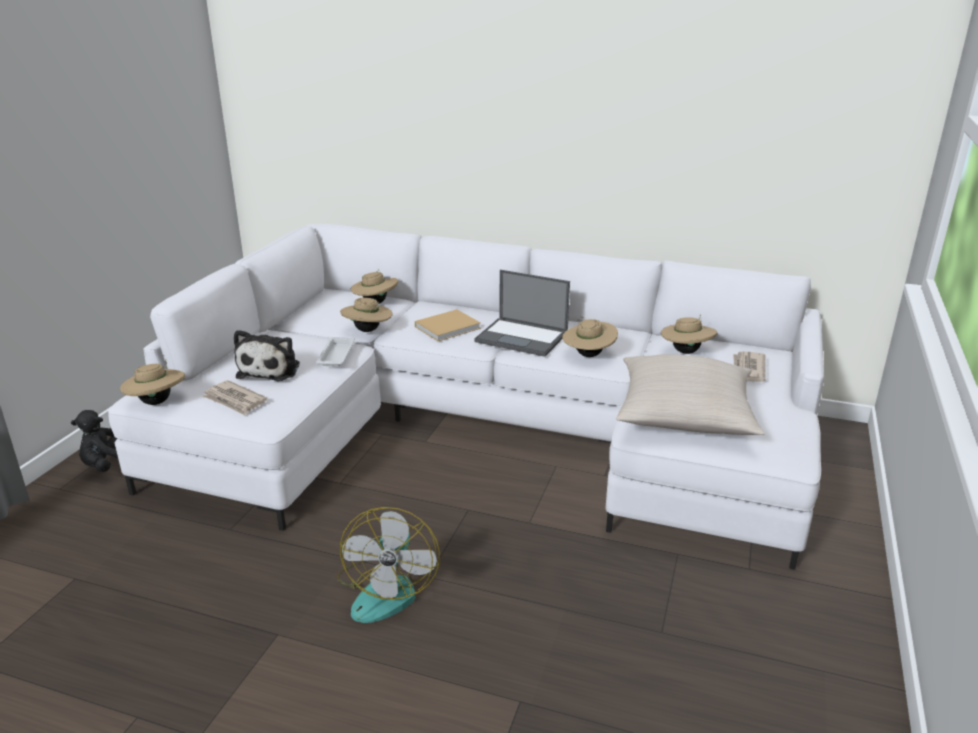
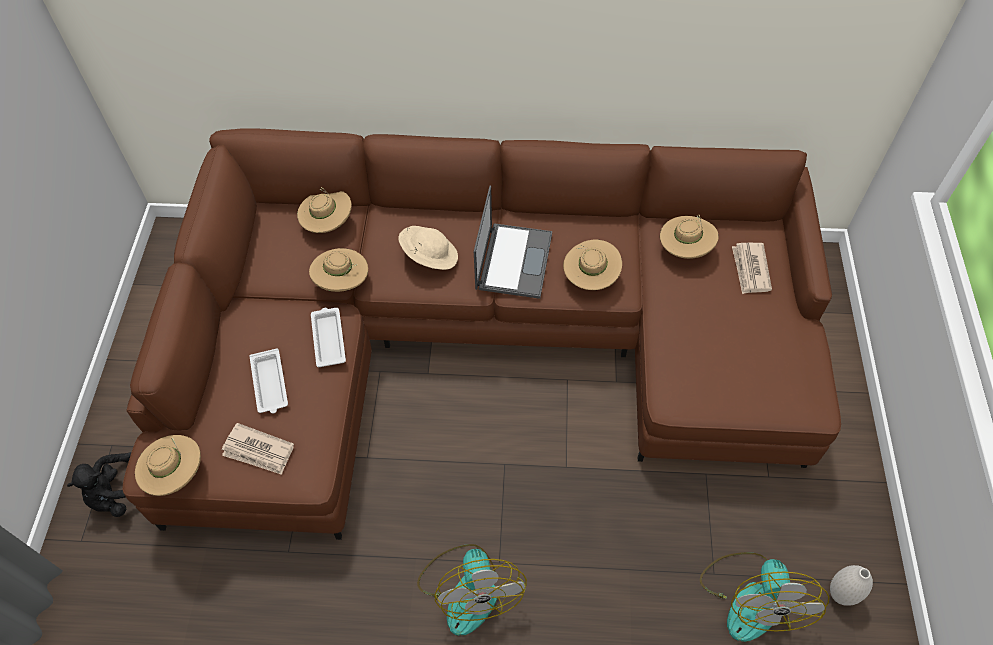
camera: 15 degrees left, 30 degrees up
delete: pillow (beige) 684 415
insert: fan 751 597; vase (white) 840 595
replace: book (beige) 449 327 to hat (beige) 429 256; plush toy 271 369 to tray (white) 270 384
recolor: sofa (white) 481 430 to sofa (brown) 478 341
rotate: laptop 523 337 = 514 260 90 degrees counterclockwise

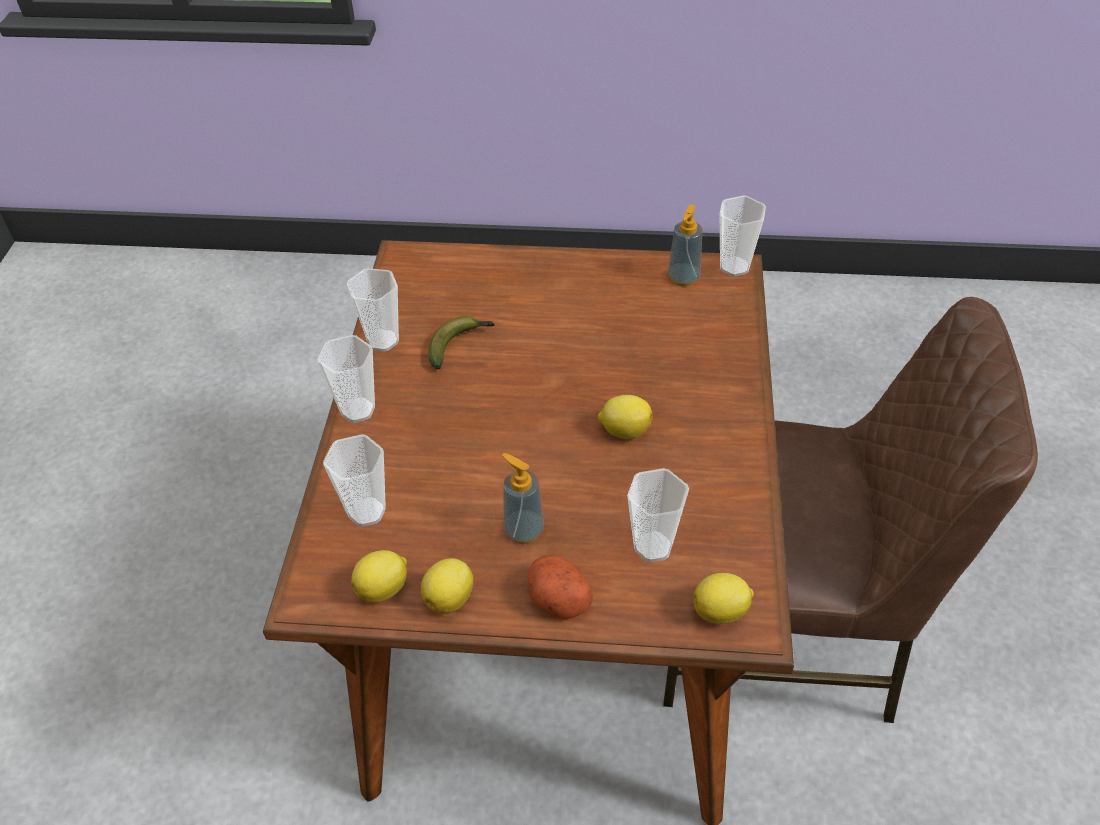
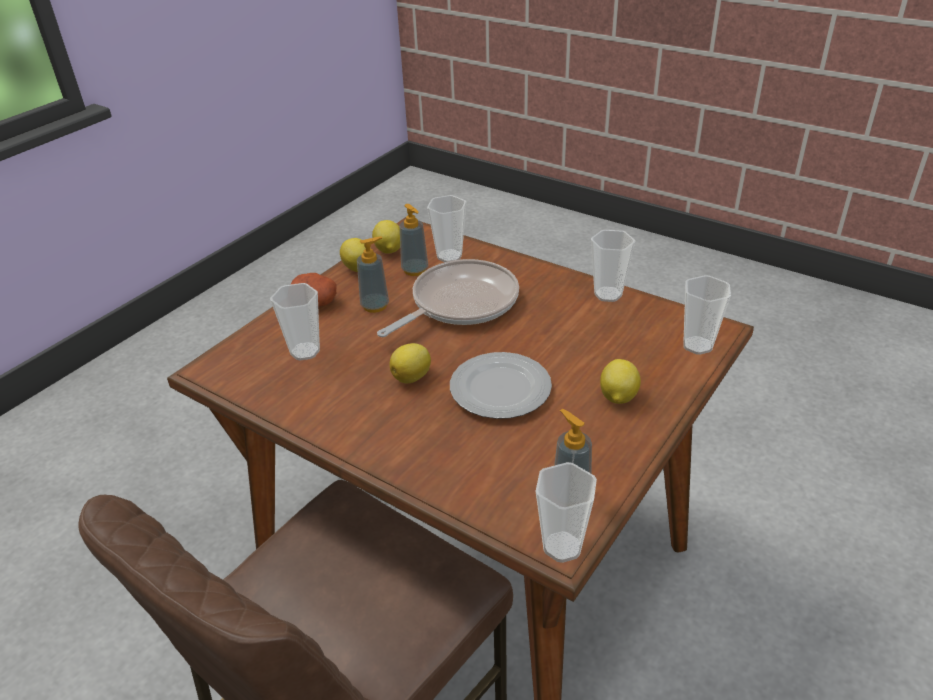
camera: 120 degrees right, 10 degrees down
delete: banana 459 345
insert: soap dispenser 415 270; frying pan 459 303; plate 501 390
move: cup 357 410 to 697 345; lemon 721 611 to 617 397

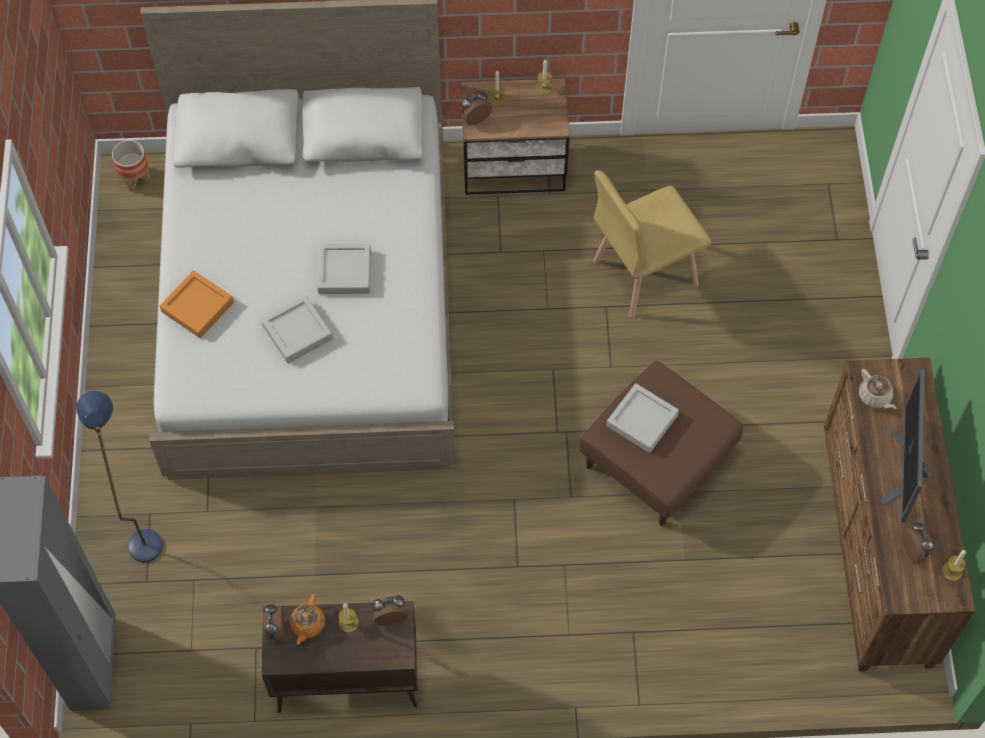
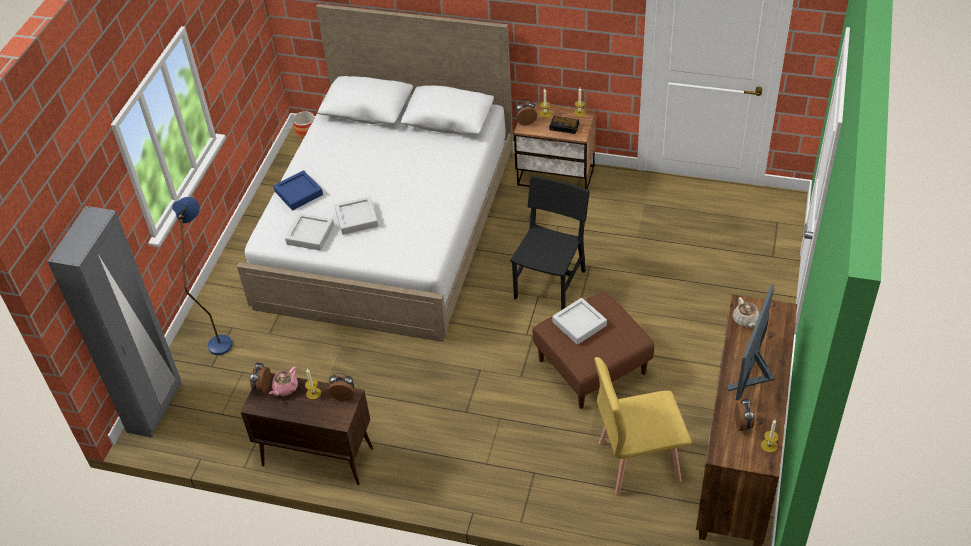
camera: 20 degrees right, 15 degrees down
insert: alarm clock 565 127; chair (black) 550 284
move: chair (yellow) 644 272 to 638 461; tray (grey) 344 272 to 310 235
recolor: tray (orange) 197 307 to tray (blue) 298 193; teapot (orange) 307 625 to teapot (pink) 285 388

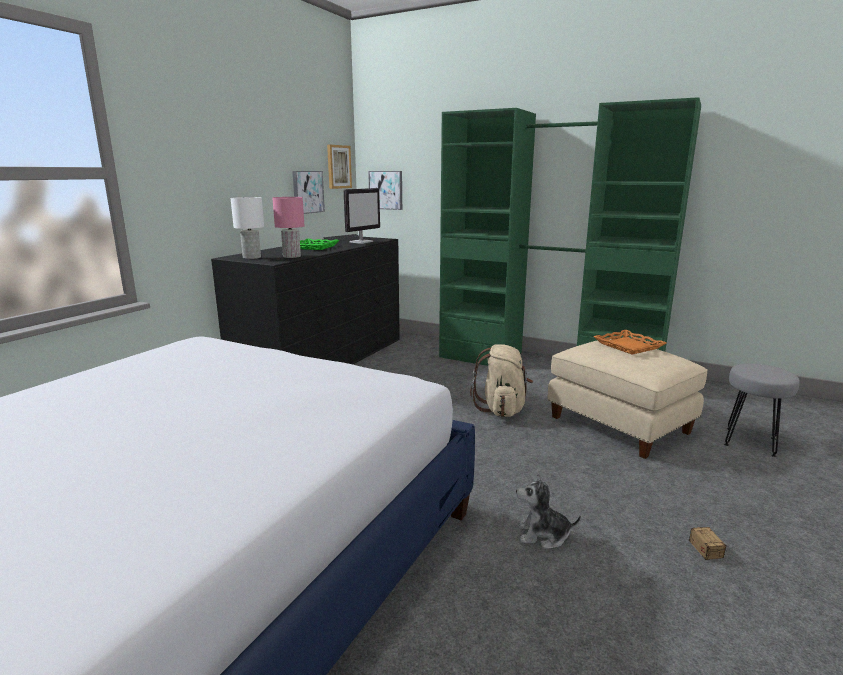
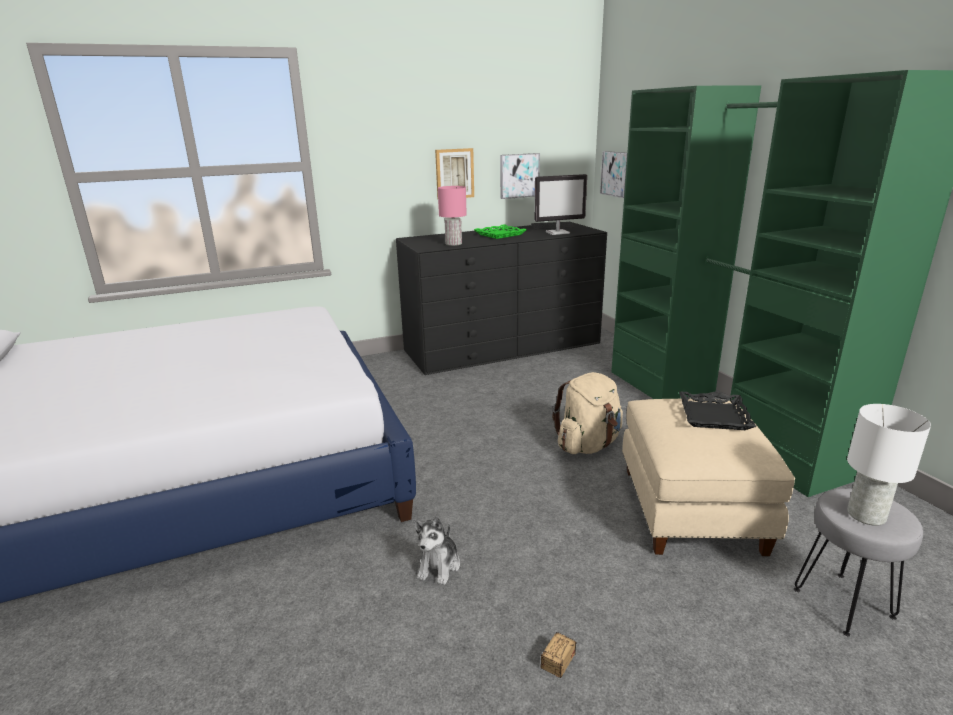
camera: 40 degrees right, 5 degrees up
move: picture 338 167 to 454 173; table lamp (white) 252 257 to 867 515
recolor: tray (orange) 628 346 to tray (black) 713 416
rotate: plush toy 543 535 = 439 566 120 degrees counterclockwise

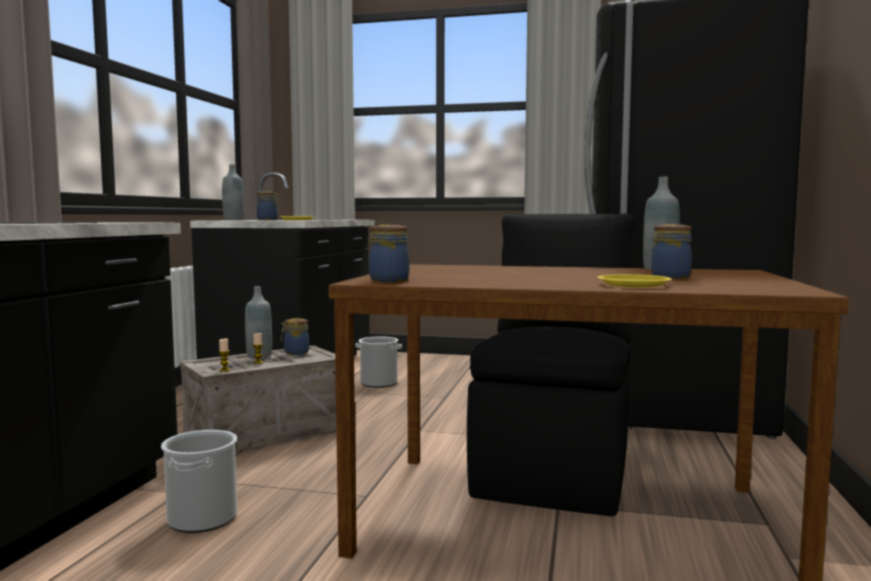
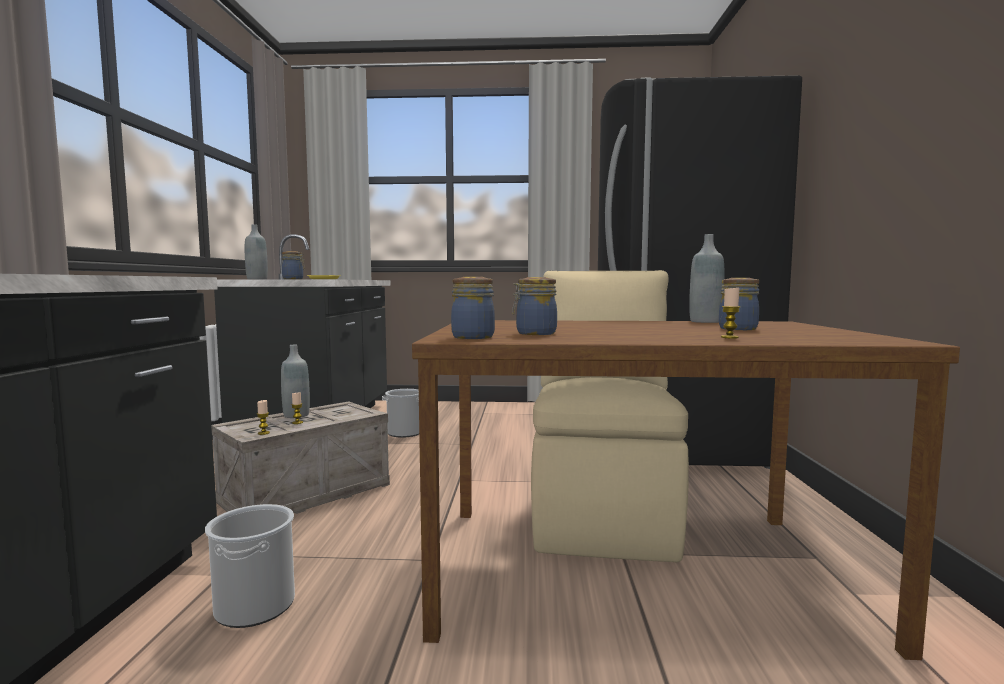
camera: 10 degrees left, 0 degrees up
move: jar 295 352 to 534 333
replace: plate (yellow) 634 285 to candle 729 337
recolor: chair (black) 555 471 to chair (beige) 603 515

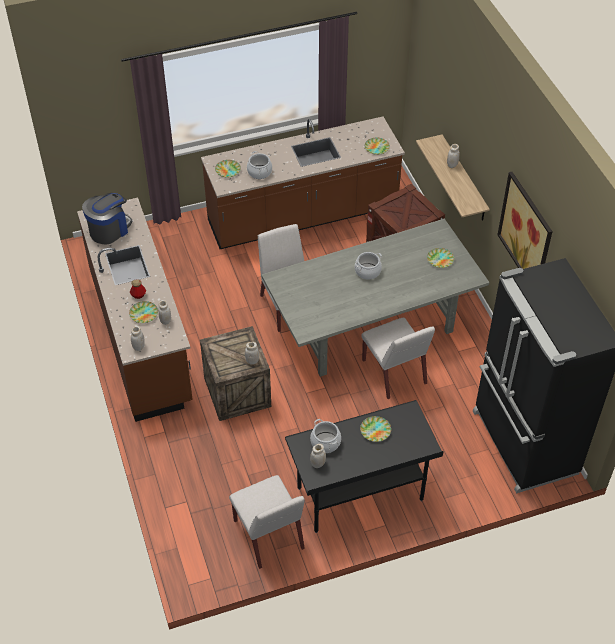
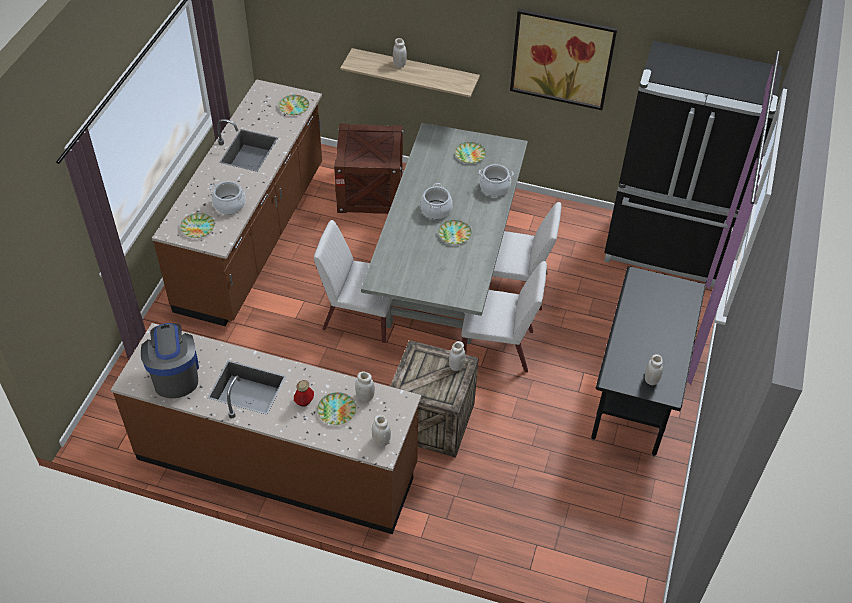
camera: 55 degrees left, 0 degrees up
move: plate 375 430 to 454 234; cooking pot 325 442 to 494 187; chair (white) 269 535 to 499 347

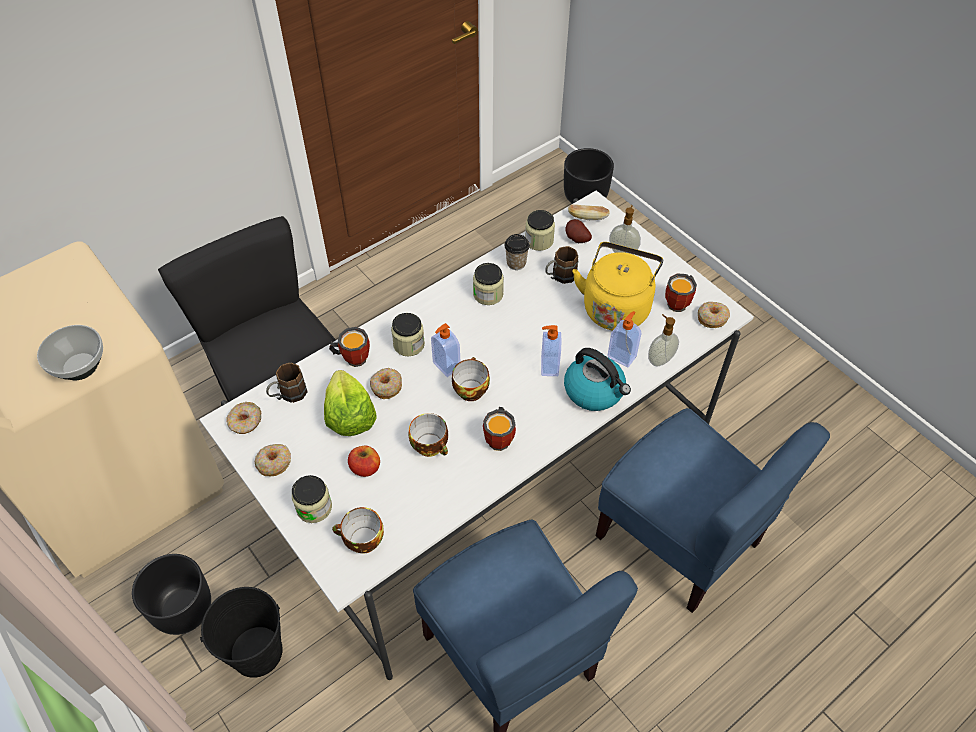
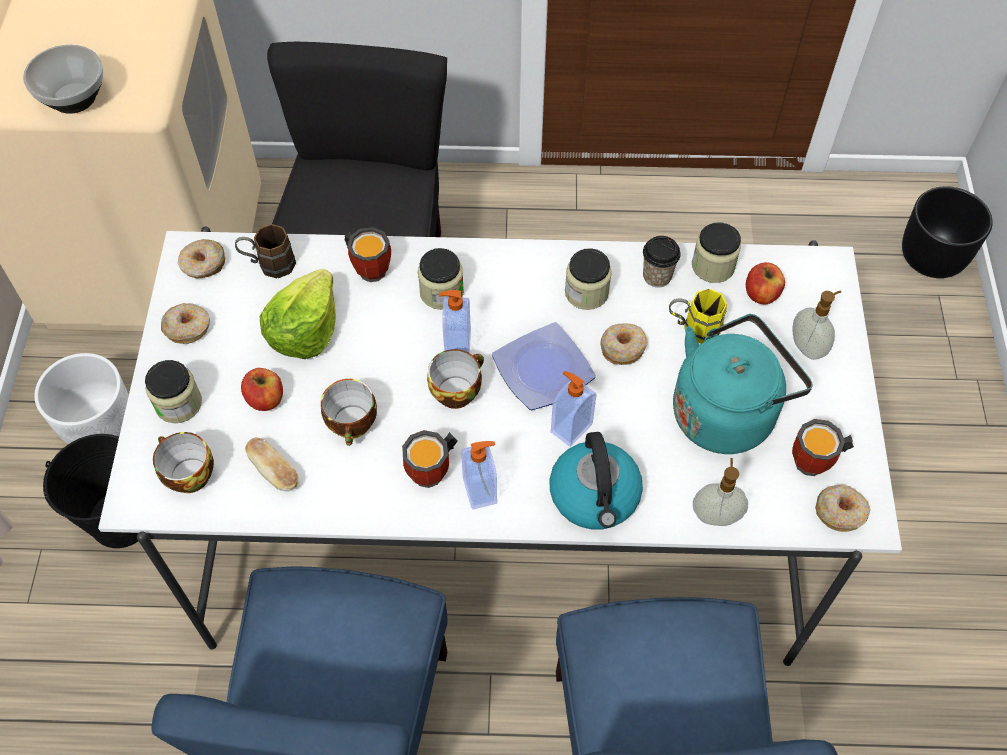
camera: 40 degrees right, 5 degrees up
insert: plate 545 371
move: bread 587 217 to 274 471; soap dispenser 622 356 to 481 490; donut 386 386 to 622 348
replace: potato 576 239 to apple 761 294
recolor: kettle (yellow) 616 306 to kettle (turquoise) 727 411; mug (brown) 559 277 to mug (yellow) 693 328; planter (black) 183 609 to planter (white) 99 425

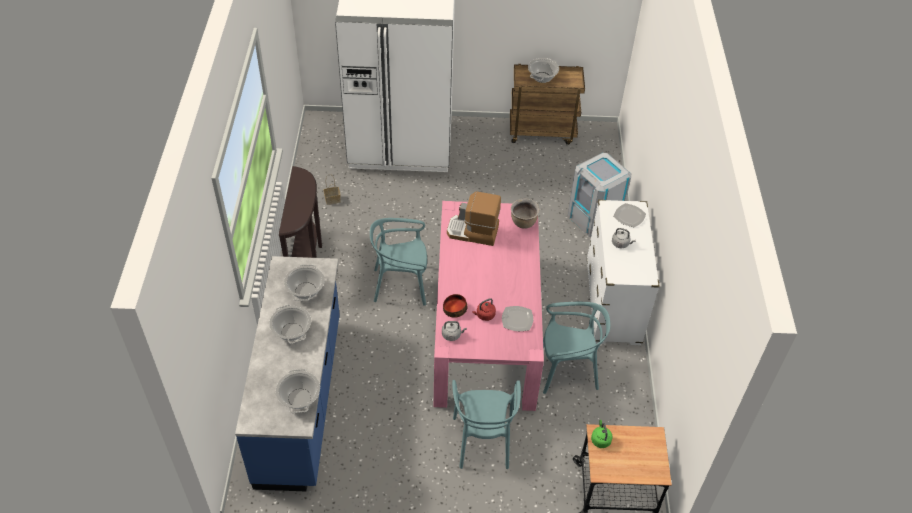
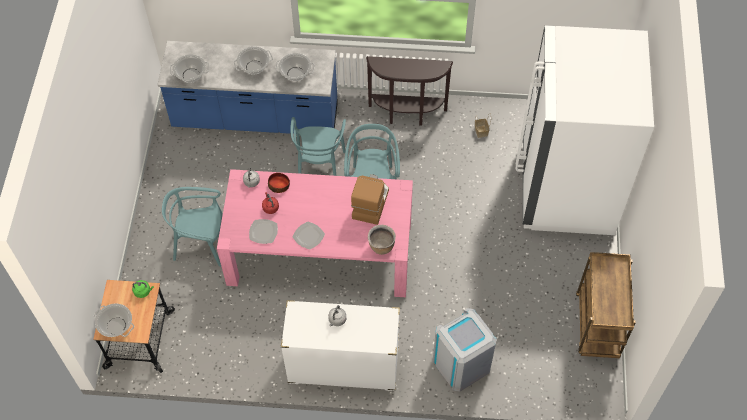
camera: 95 degrees right, 10 degrees up
move: cooking pot 542 77 to 116 326; plate 629 216 to 308 236; chair (turquoise) 567 370 to 319 168

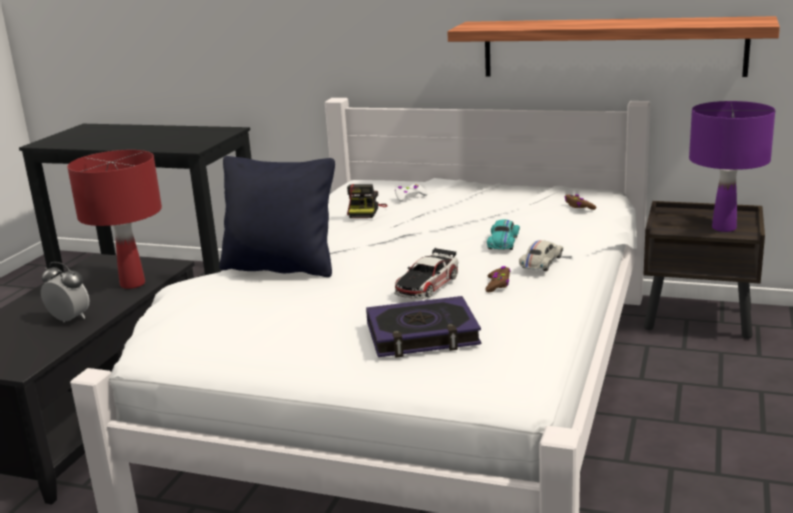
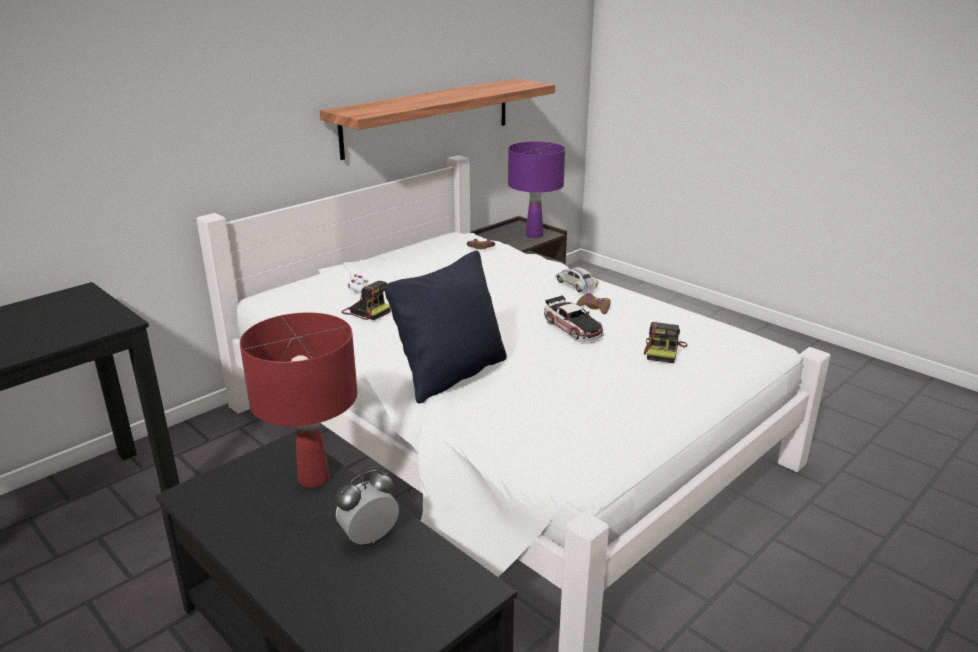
camera: 65 degrees left, 5 degrees up
delete: toy car (turquoise) 503 242
replace: book 422 335 to photo camera 663 351

